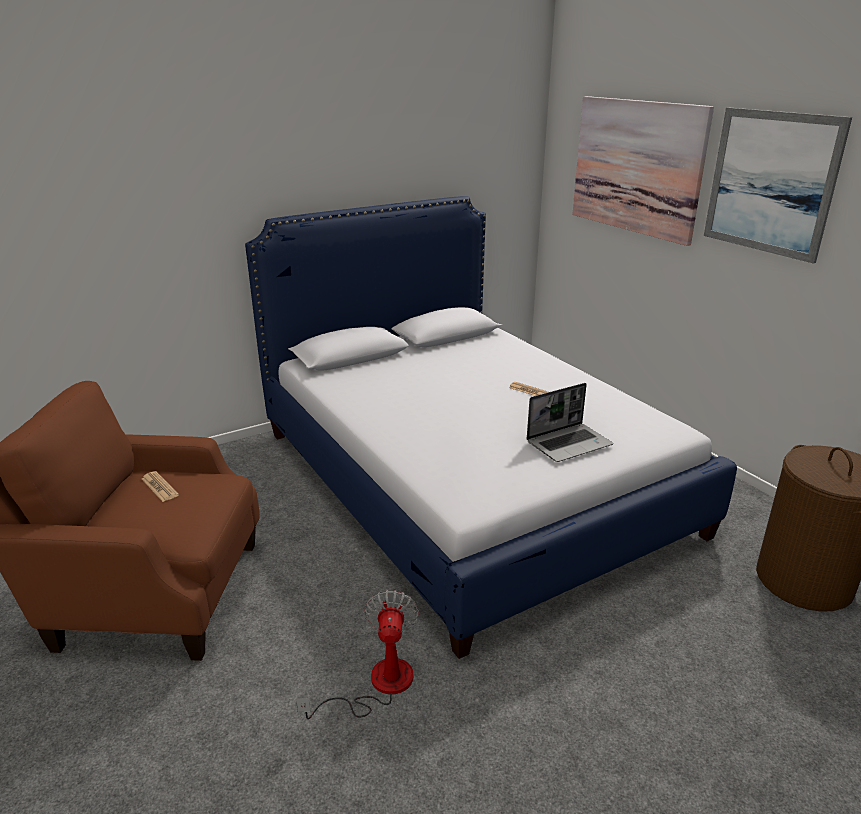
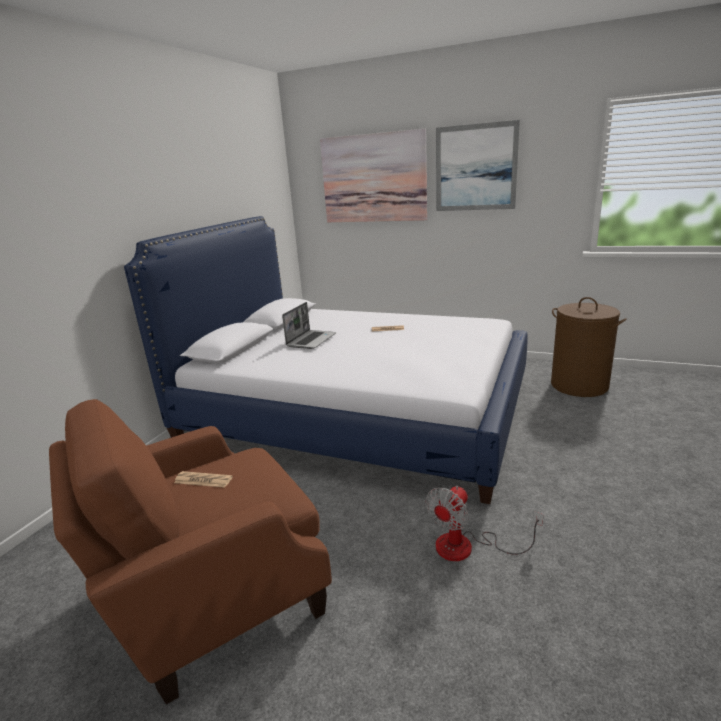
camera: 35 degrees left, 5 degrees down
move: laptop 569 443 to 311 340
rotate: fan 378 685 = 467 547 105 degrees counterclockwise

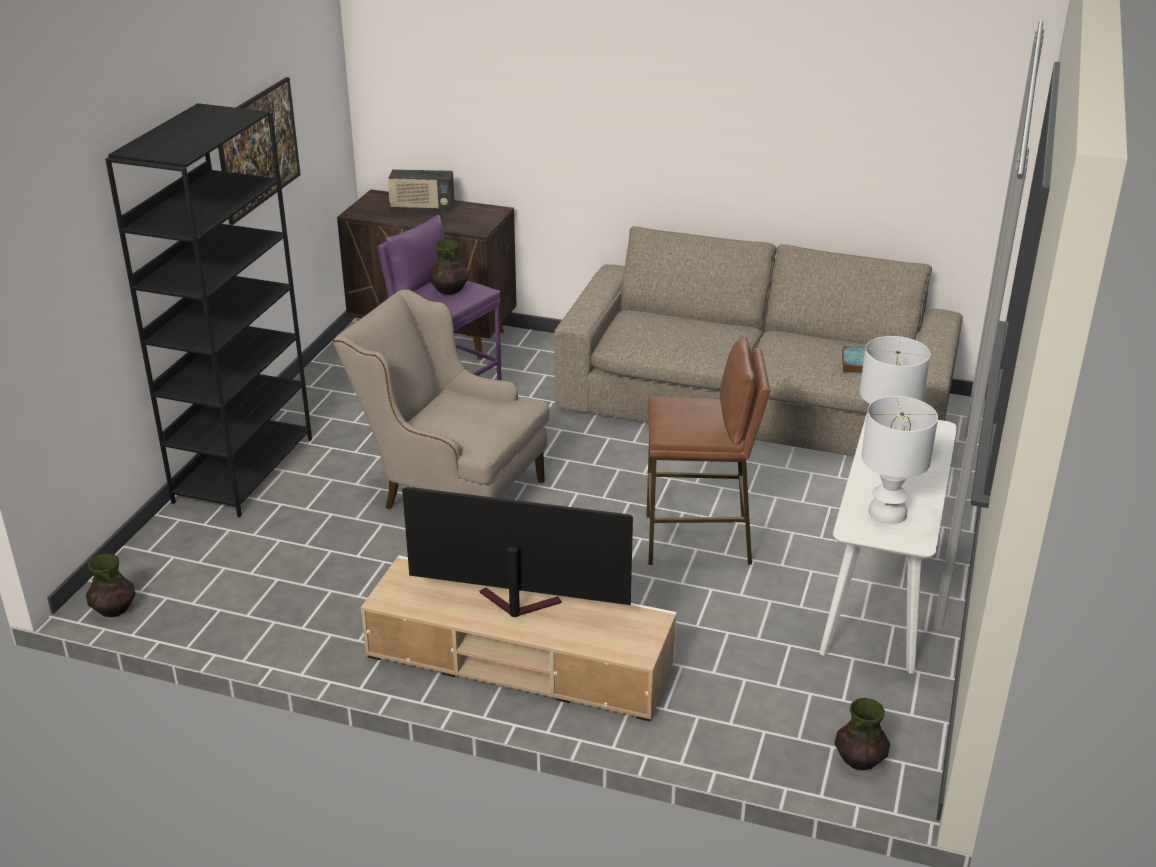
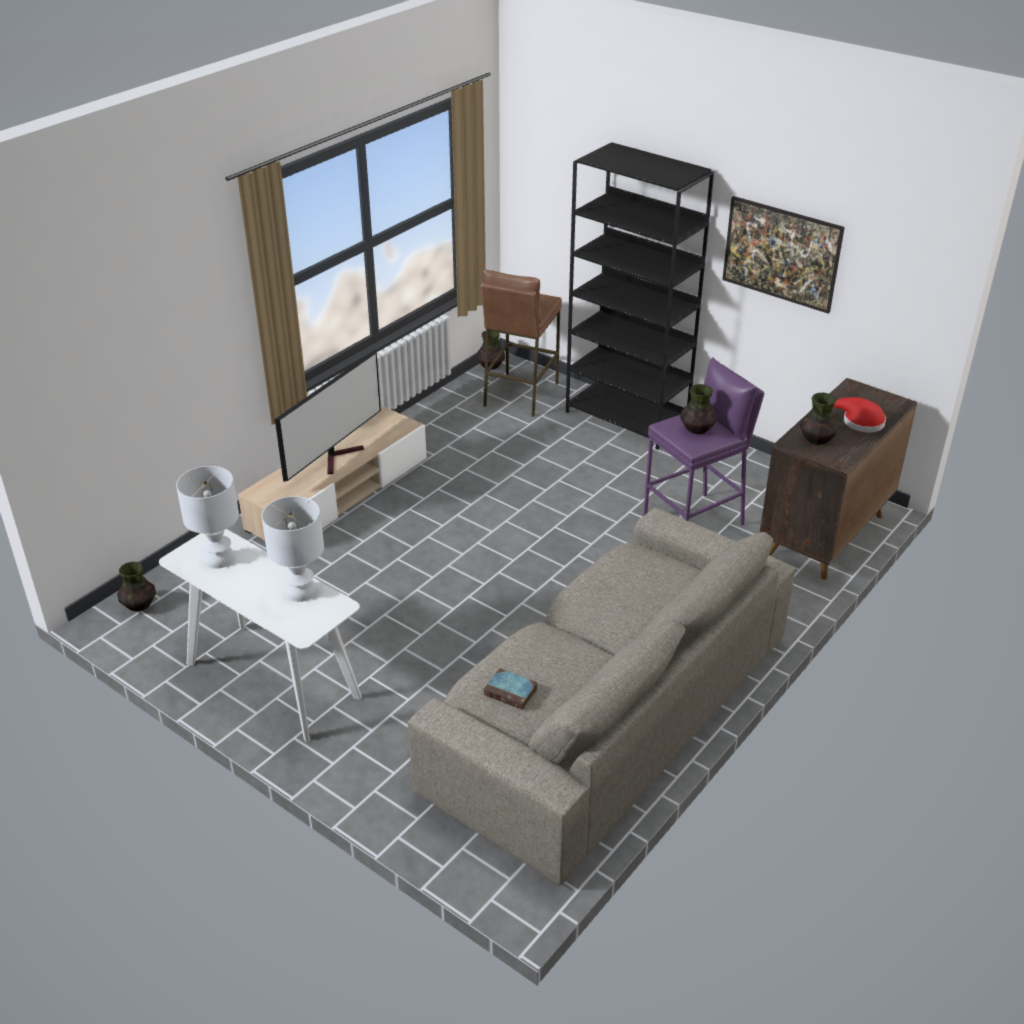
camera: 110 degrees right, 5 degrees up
delete: armchair (beige) 450 489
insert: vase 816 439
move: stool (brown) 698 540 to 520 394
replace: radio 422 207 to hat (red) 859 422

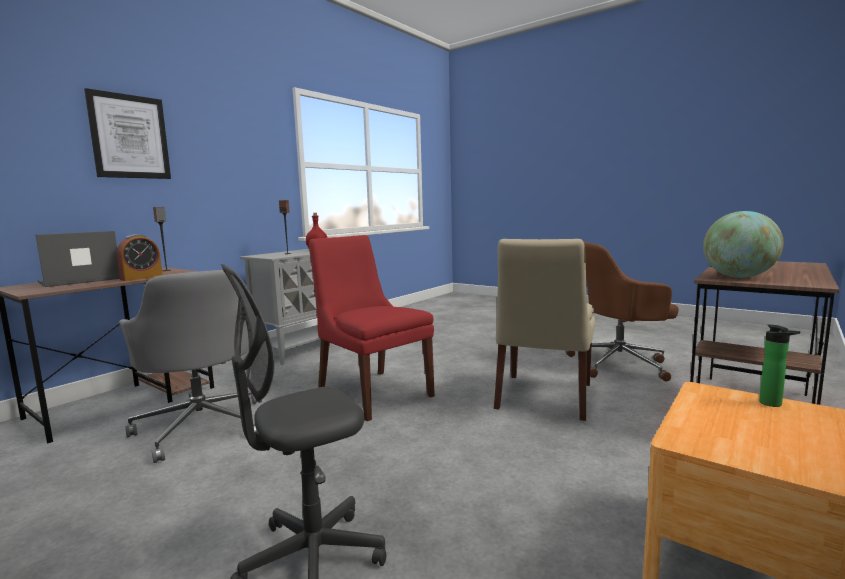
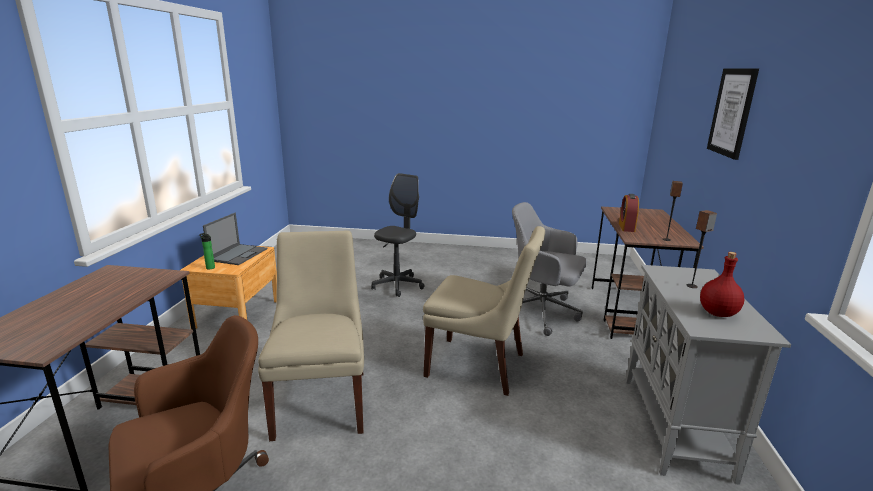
camera: 150 degrees right, 10 degrees up
delete: globe 738 277
move: laptop 79 280 to 238 254
recolor: chair (red) 372 393 to chair (beige) 479 366

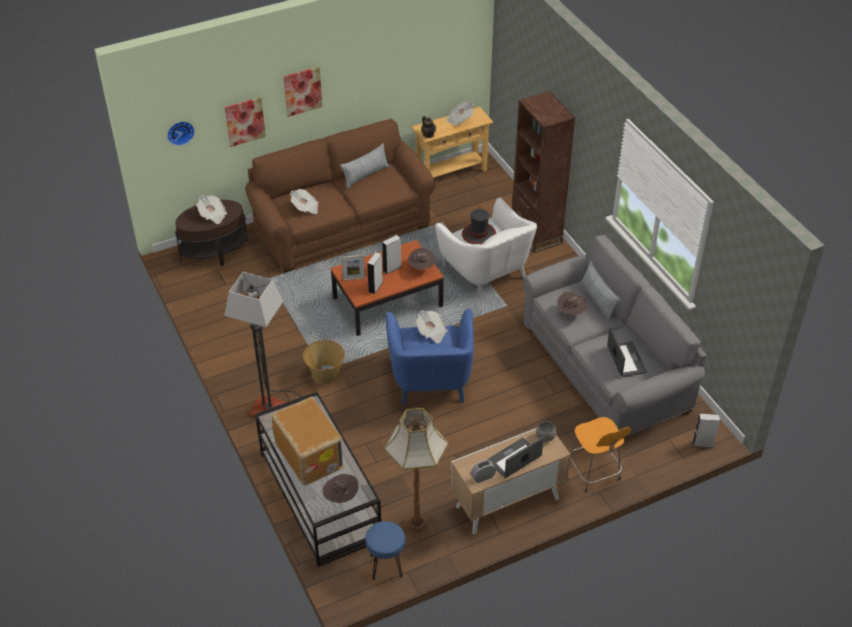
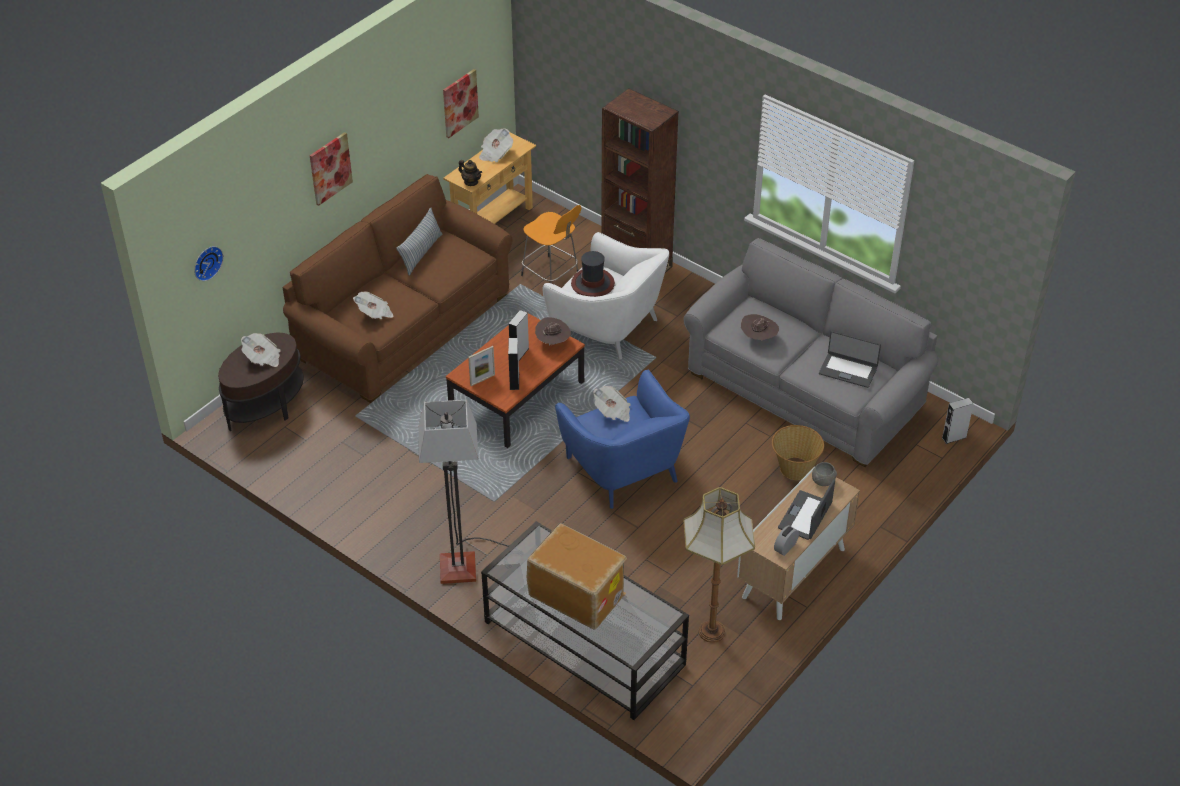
camera: 25 degrees left, 0 degrees up
delete: pillow 598 301; hat (brown) 341 497; stool (blue) 386 566
move: picture 245 121 to 460 103; basket 325 375 to 794 469; stool (orange) 594 473 to 551 275
rotate: laptop 625 359 = 848 370 150 degrees clockwise

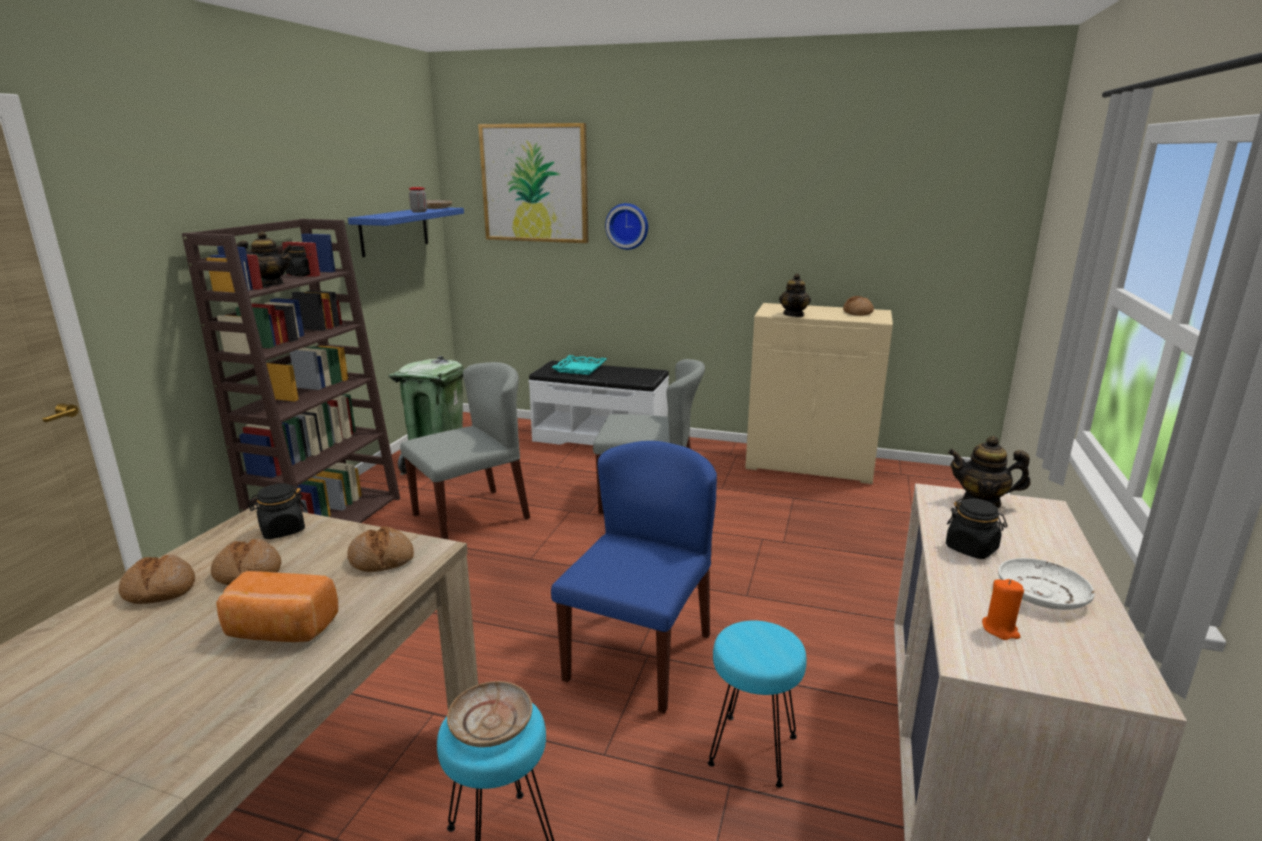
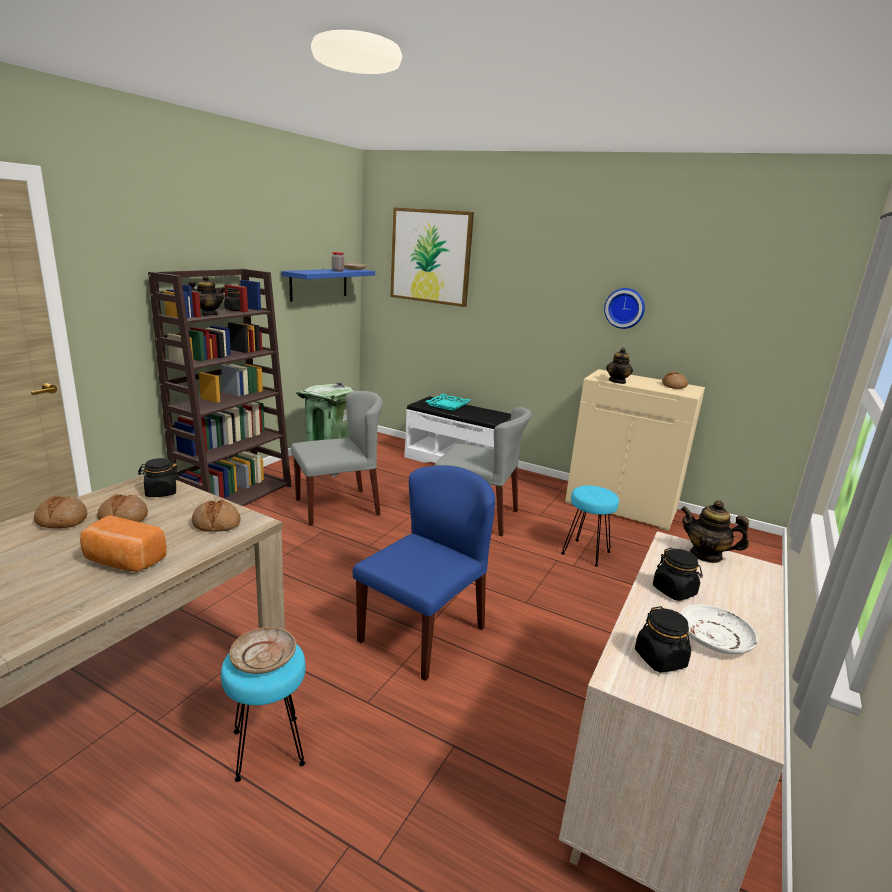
camera: 10 degrees right, 0 degrees up
move: wall clock 627 226 to 625 308; stool (turquoise) 751 749 to 585 552
replace: candle (orange) 1000 629 to jar (black) 660 659

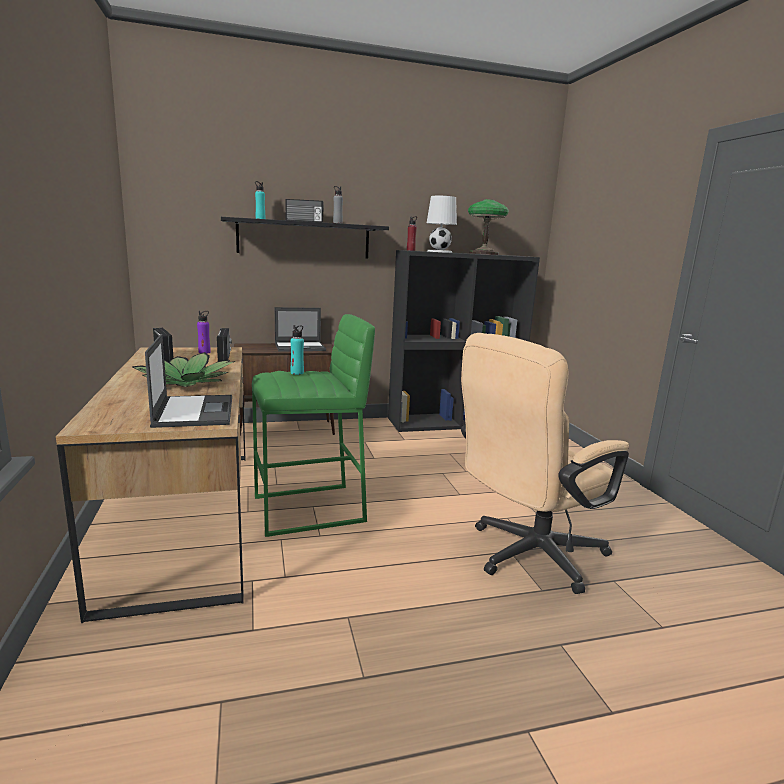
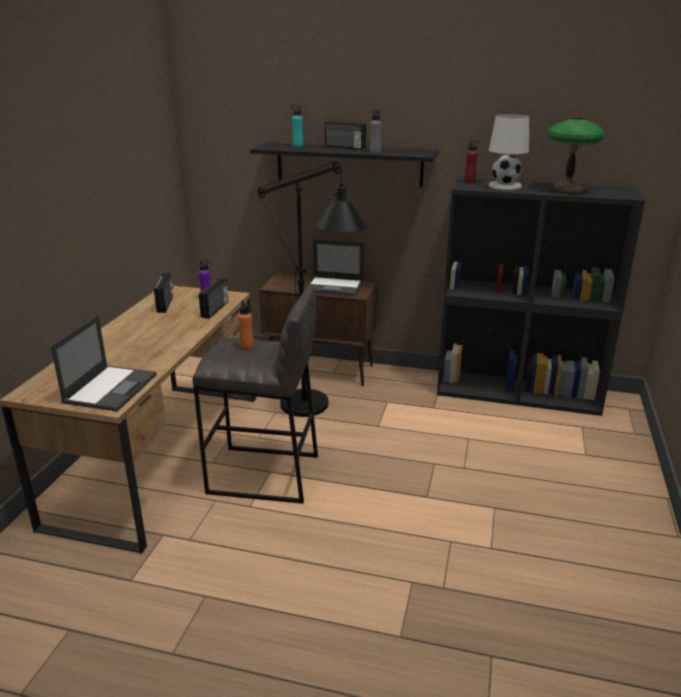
camera: 30 degrees right, 10 degrees up
delete: office chair (beige) 527 556; potted plant 186 382
insert: floor lamp (black) 313 409
recolor: stool (green) 310 509 to stool (grey) 264 475; bottle (turquoise) 297 373 to bottle (orange) 247 346

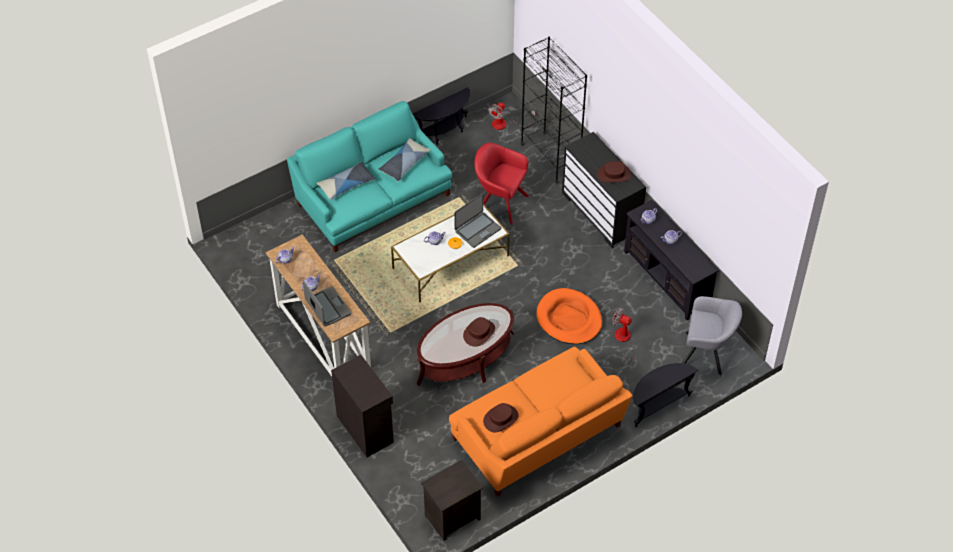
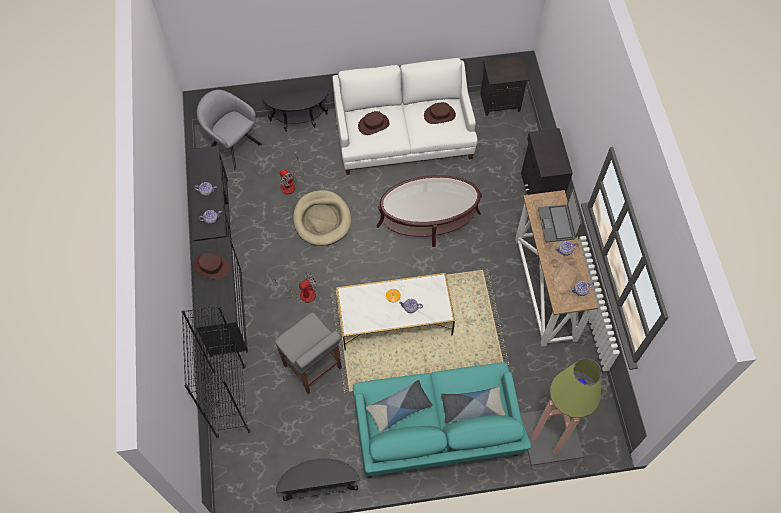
camera: 155 degrees left, 10 degrees up
delete: laptop 477 230
insert: floor lamp 550 436
move: fan 505 124 to 302 293; hat (brown) 479 333 to 373 124
replace: armchair (red) 499 202 to stool (grey) 313 367
recolor: dog bed (orange) 569 319 to dog bed (beige) 322 219; sofa (orange) 539 435 to sofa (white) 403 135

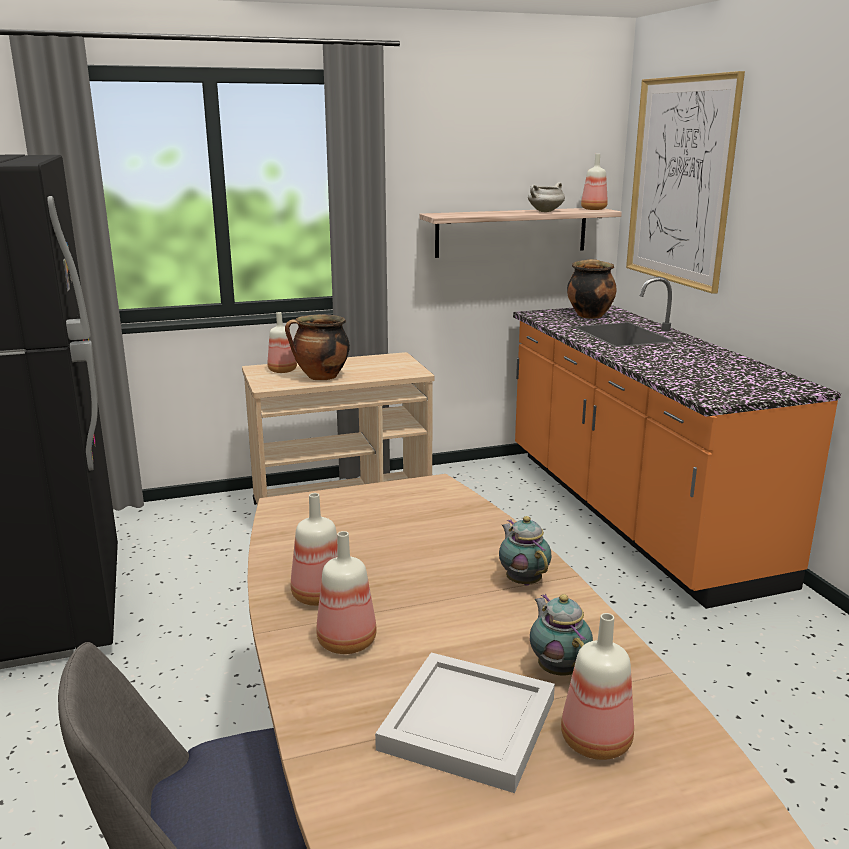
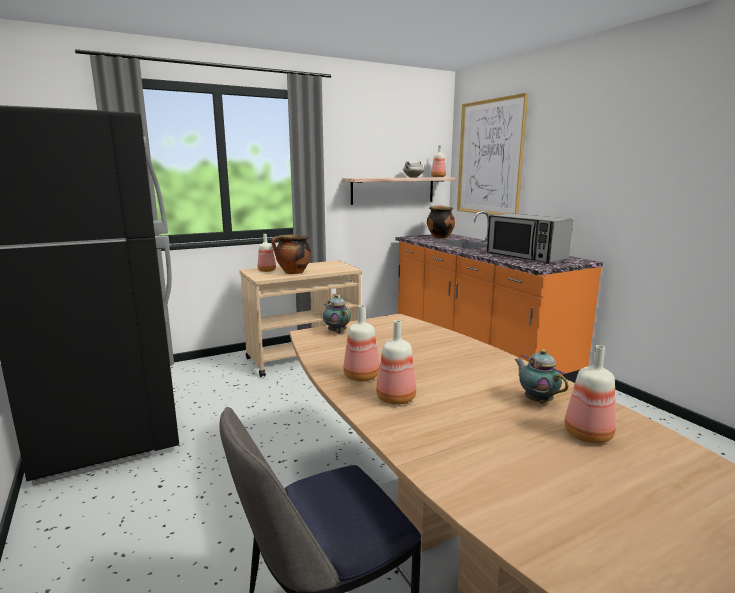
camera: 10 degrees left, 5 degrees down
delete: tray (white) 465 724
insert: microwave 526 256
move: teapot 522 580 to 336 332

